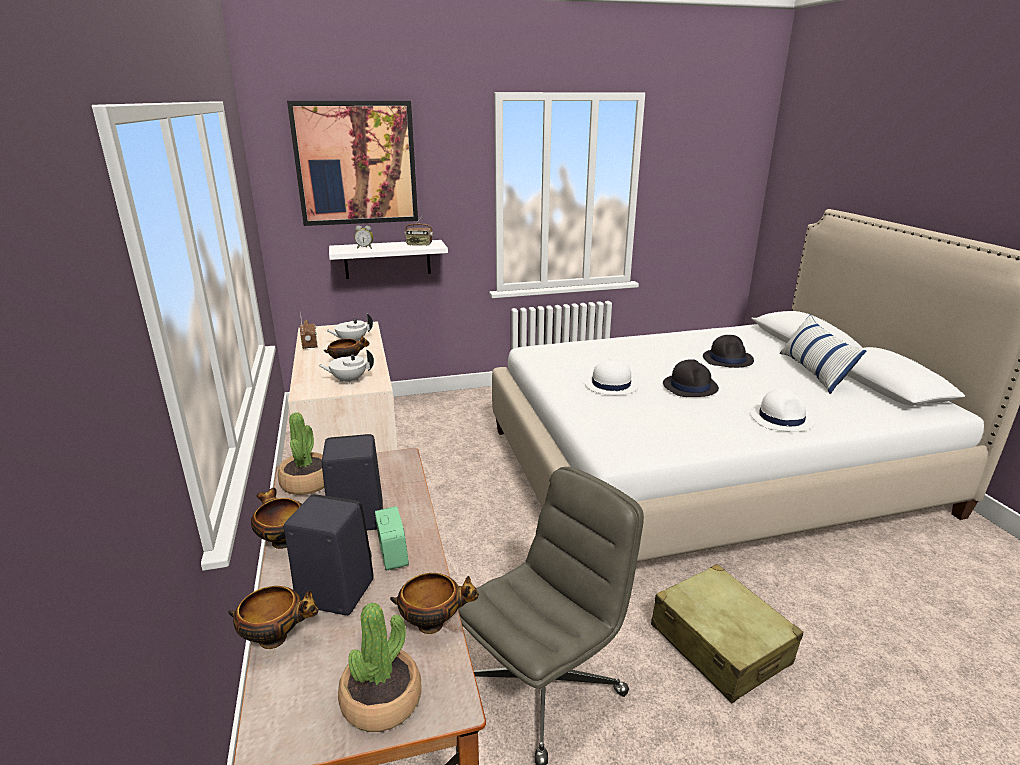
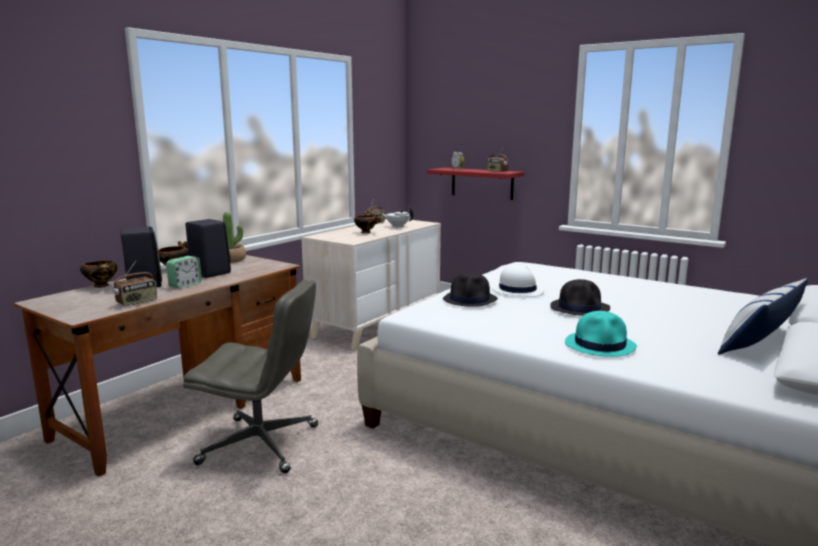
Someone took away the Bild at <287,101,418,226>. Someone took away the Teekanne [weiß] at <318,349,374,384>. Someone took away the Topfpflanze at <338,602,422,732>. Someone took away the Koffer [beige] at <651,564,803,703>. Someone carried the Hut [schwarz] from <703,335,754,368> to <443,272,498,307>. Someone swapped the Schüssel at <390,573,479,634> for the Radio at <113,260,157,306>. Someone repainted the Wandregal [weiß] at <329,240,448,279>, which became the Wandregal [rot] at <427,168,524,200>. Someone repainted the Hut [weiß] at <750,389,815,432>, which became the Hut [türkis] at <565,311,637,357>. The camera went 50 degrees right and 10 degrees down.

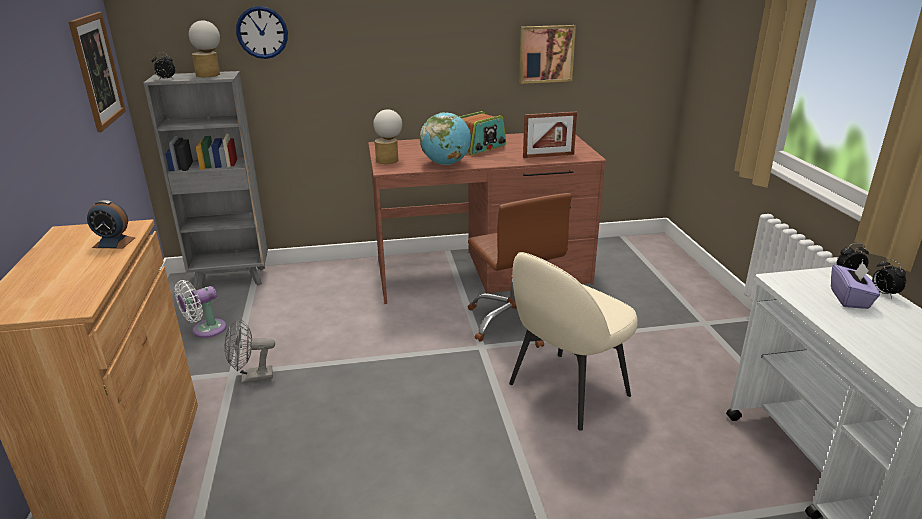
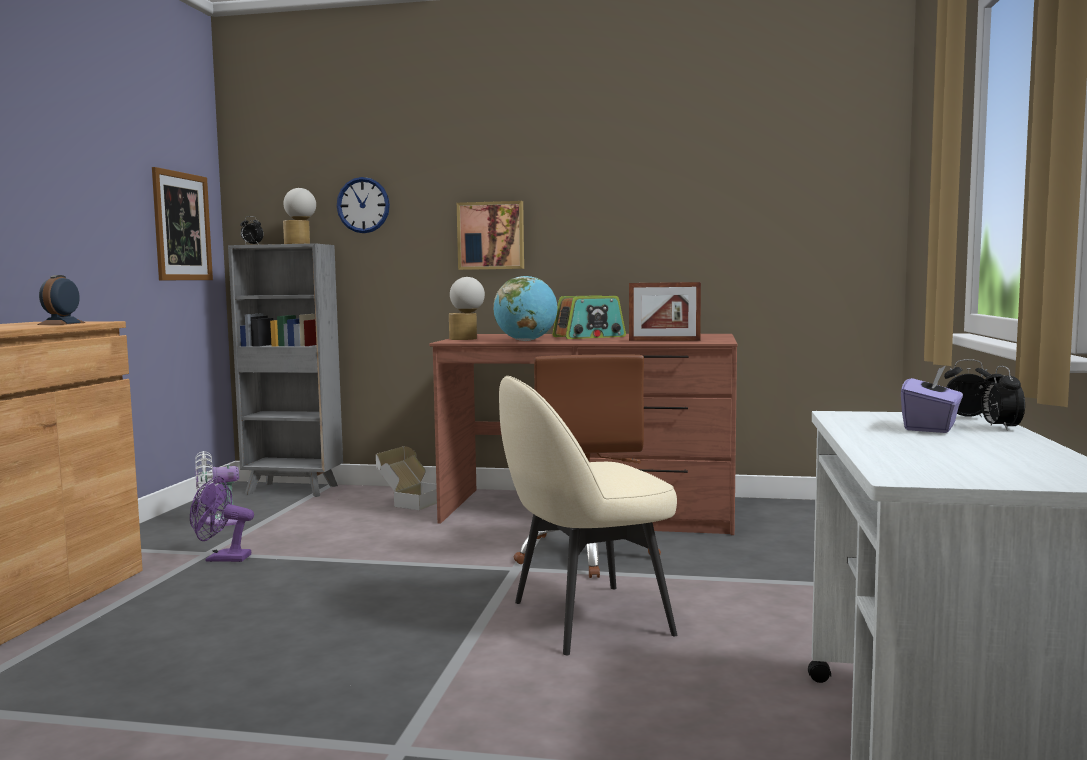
Someone put down the Karton at <376,446,437,510>. Someone carried the Bild from <519,25,576,84> to <457,201,524,270>. Someone repainted the Ventilator [grau] at <224,318,275,384>, which became the Ventilator [lila] at <190,476,254,562>. Someone rotated the Wecker at <87,200,135,249> by 75 degrees clockwise. The camera went 20 degrees right and 20 degrees down.

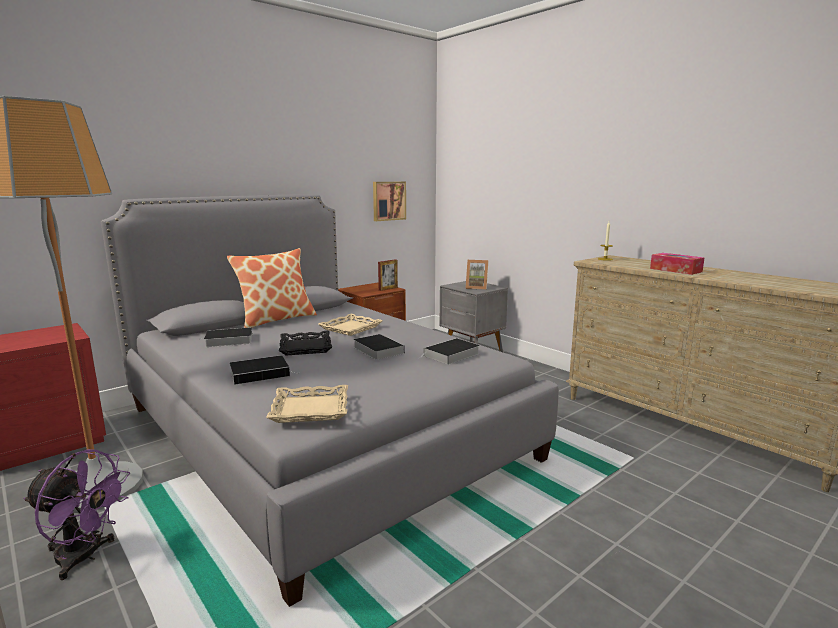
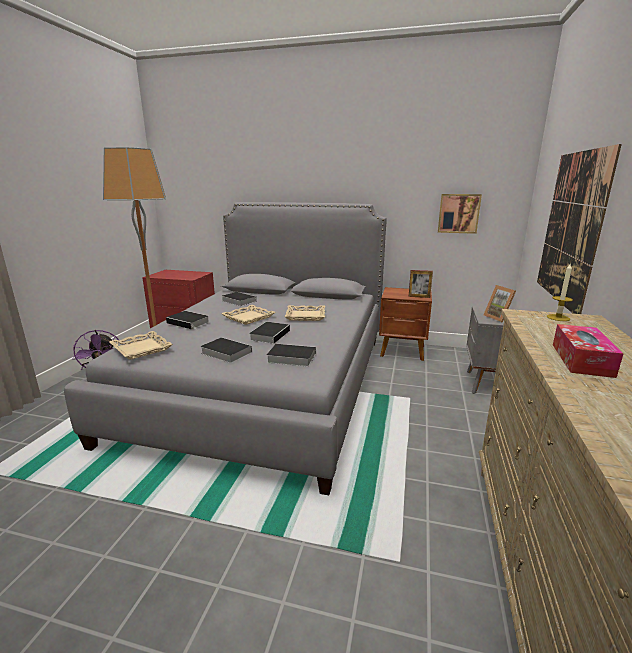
Someone took away the Kissen at <227,248,317,328>. Someone put down the Buch at <200,337,252,363>. Someone put up the Bild at <537,144,622,314>. Someone repainted the Tablett [schwarz] at <279,331,332,356>, which became the Tablett [beige] at <221,305,275,325>. The camera went 55 degrees right and 5 degrees up.

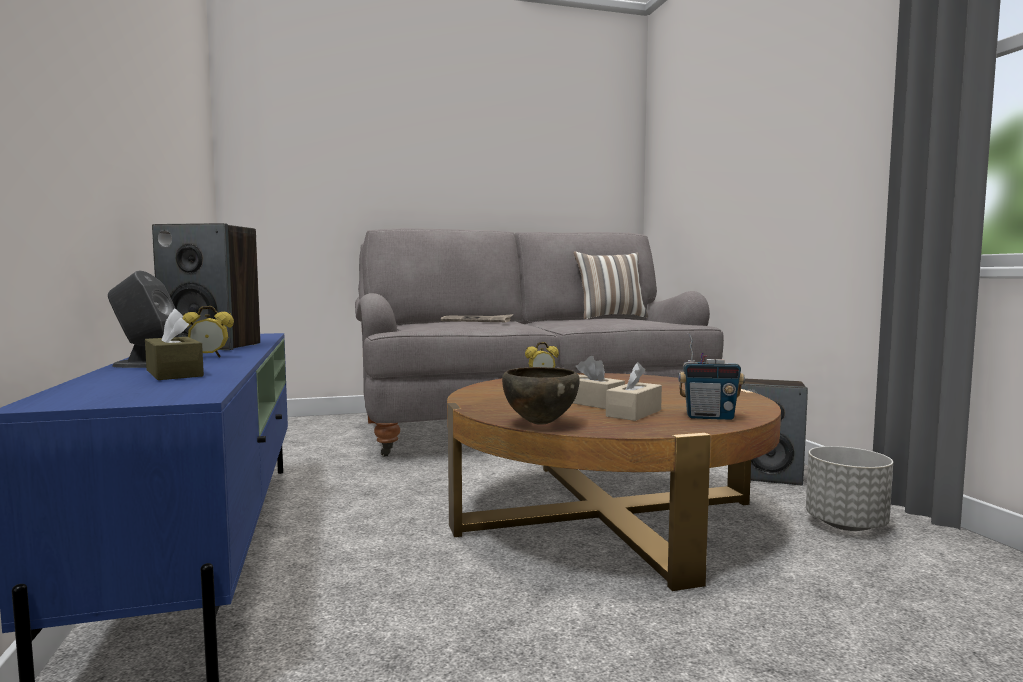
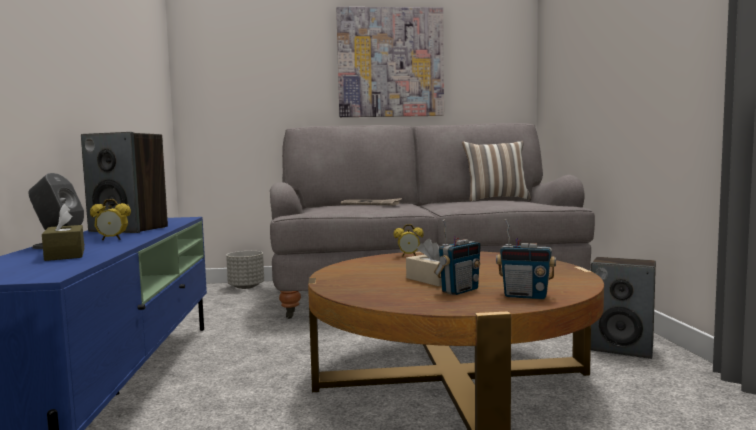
Someone took away the Schüssel [braun] at <502,367,580,425>. Someone put up the Bild at <336,7,444,117>. Someone carried the Pflanzkübel [grau] from <806,446,893,531> to <226,251,264,289>. Someone swapped the Taschentuchbox [beige] at <606,362,662,421> for the Radio at <434,219,481,295>. The camera went 10 degrees right and 0 degrees up.

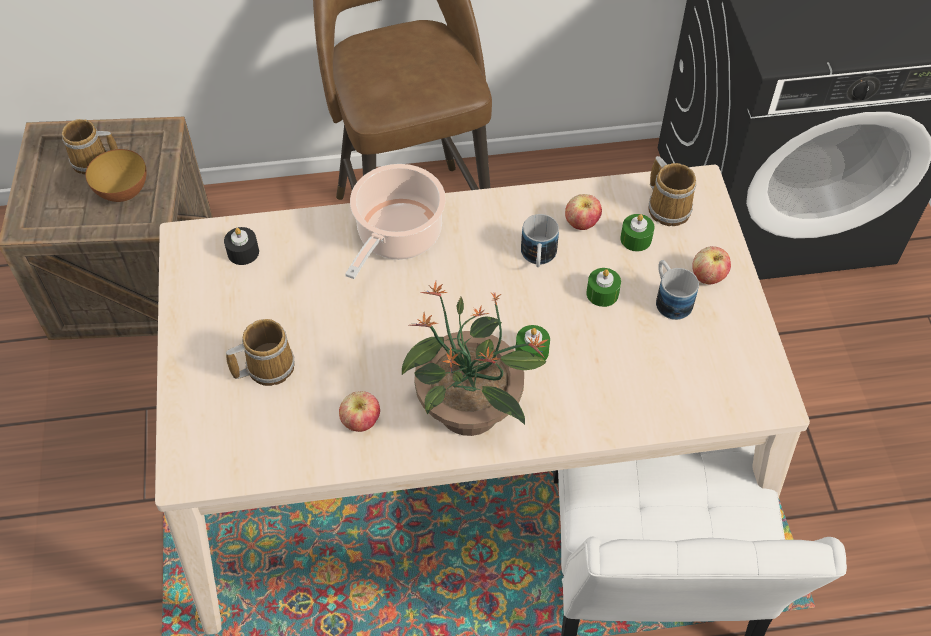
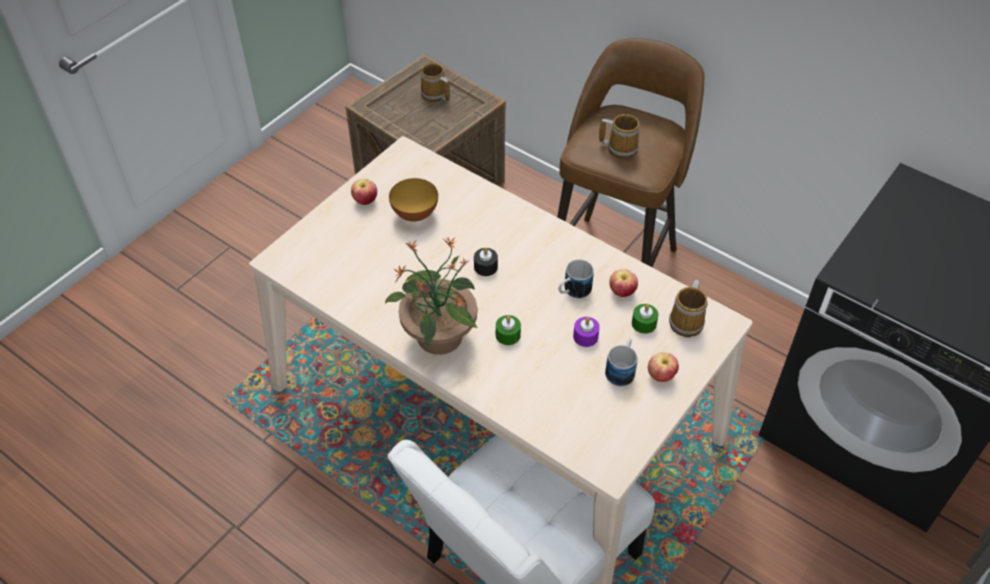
Someone took away the Kochtopf at <345,164,446,279>. Someone carried the Schüssel from <86,149,147,202> to <389,178,438,221>. Someone carried the Kerze [schwarz] from <224,227,259,265> to <474,247,498,276>. Someone carried the Henkelbecher from <226,319,295,386> to <599,114,640,159>. Someone carried the Apfel from <339,391,380,432> to <351,179,377,205>. Someone repainted the Kerze [grün] at <586,268,621,307>, which became the Kerze [lila] at <573,317,600,347>. The camera went 45 degrees right and 5 degrees down.

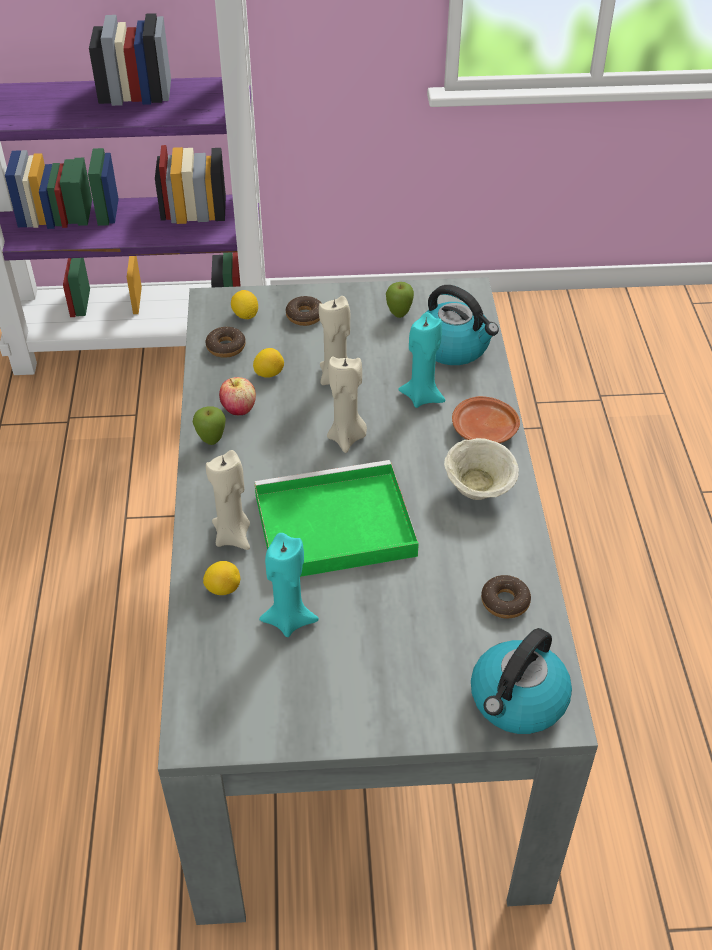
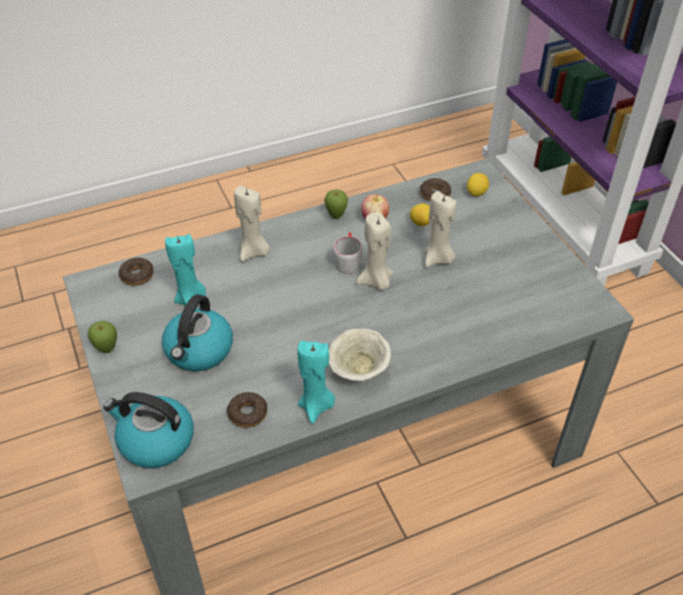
Someone took away the Zitrone at <203,561,240,595>. Someone took away the Tablett [grün] at <255,460,419,577>. Someone took away the Teller [braun] at <452,396,520,443>. Someone put down the Henkelbecher [grau] at <333,232,363,274>. Someone carried the Donut from <286,296,321,326> to <119,258,154,286>. Someone carried the Apfel from <386,282,414,318> to <88,321,117,353>. Someone carried the Kerze [türkis] from <398,312,445,408> to <297,341,335,424>. Someone carried the Wasserkessel from <425,285,499,365> to <162,294,233,371>. The camera went 70 degrees right and 0 degrees up.

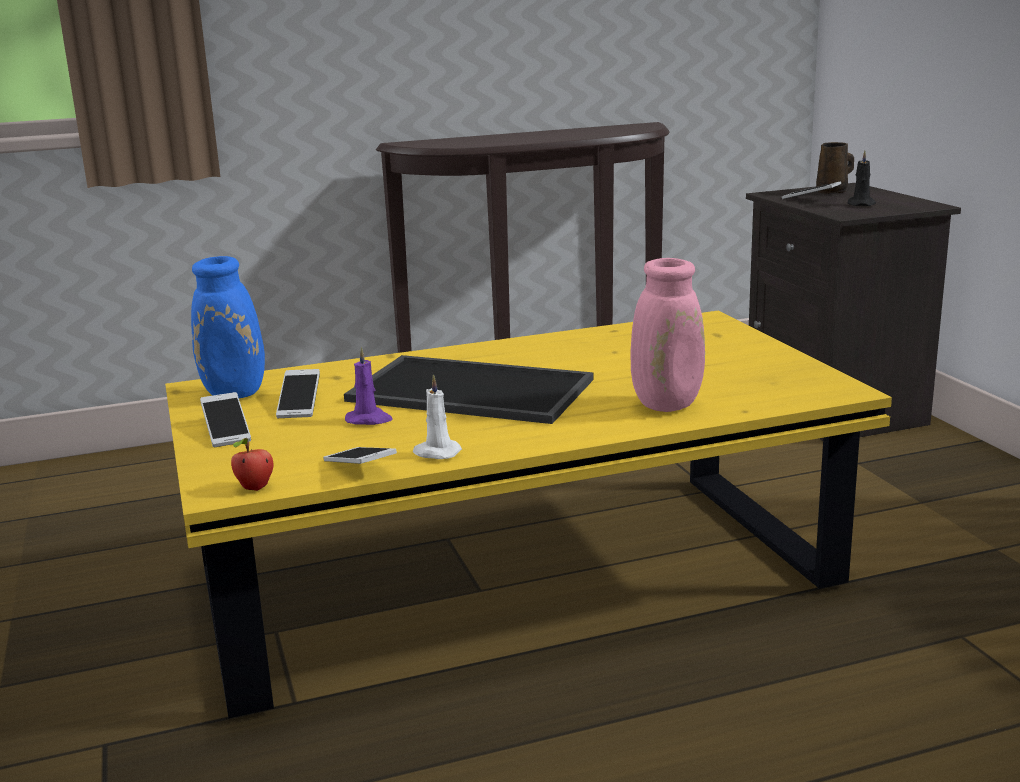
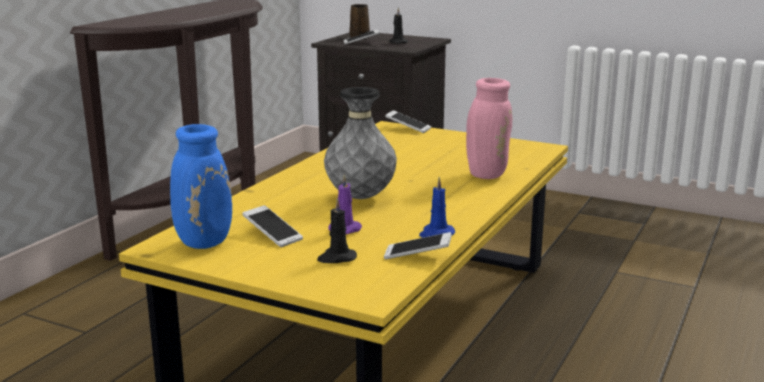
Someone took away the Apfel at <231,438,273,491>. Someone put down the Kerze [schwarz] at <317,198,357,263>. Someone carried the Handy from <200,392,251,447> to <385,110,431,133>. Someone swapped the Tablett at <344,355,594,424> for the Vase [grau] at <324,87,397,199>. Someone repainted the Kerze [weiß] at <413,374,462,459>, which became the Kerze [blau] at <419,177,455,238>. The camera went 45 degrees left and 0 degrees up.

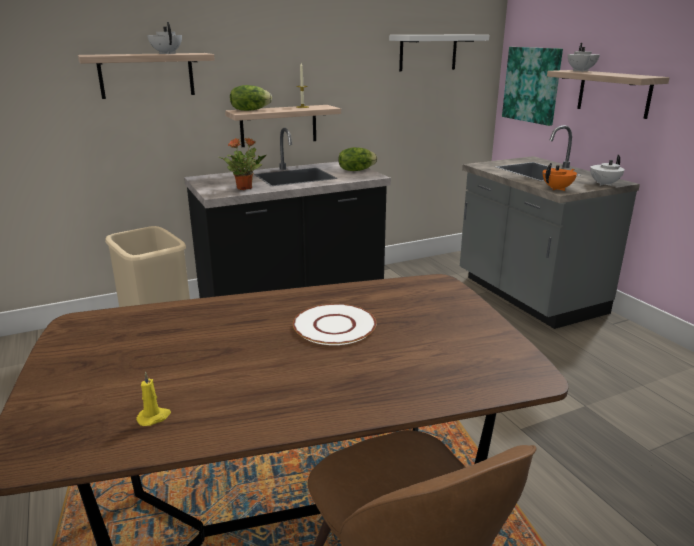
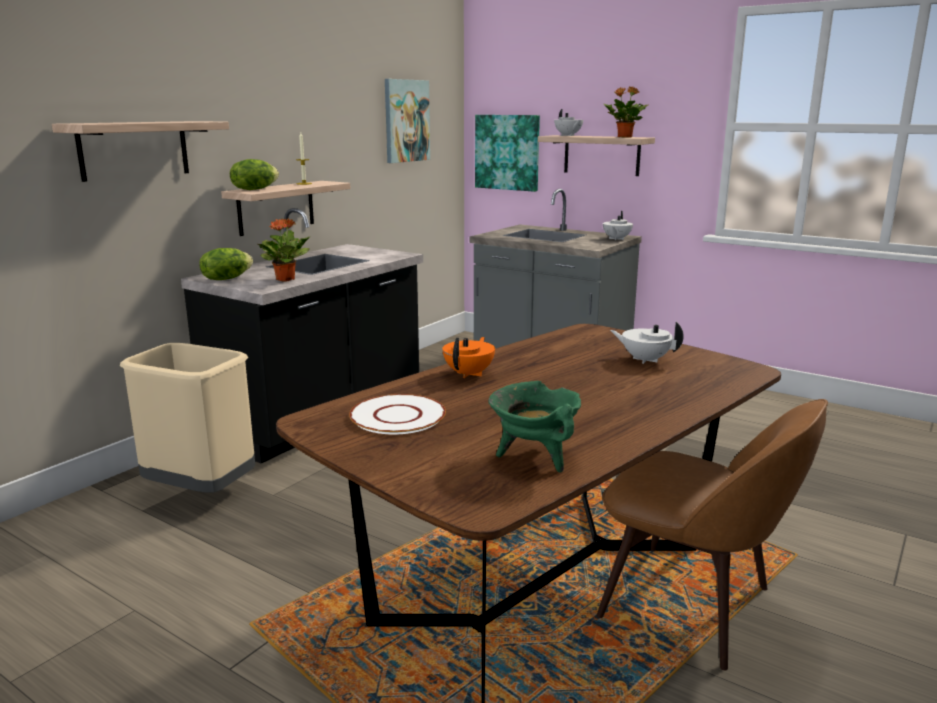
Someone put down the Topfpflanze at <604,87,648,138>. Someone carried the Teekanne [weiß] from <147,22,182,54> to <610,322,684,364>. Someone carried the Teller [weiß] from <293,304,377,345> to <349,394,446,435>. Someone carried the Salatkopf from <338,147,377,171> to <199,248,253,280>. Someone carried the Teekanne [orange] from <543,163,577,191> to <442,337,495,378>. Someone swapped the Kerze [gelb] at <136,372,171,426> for the Kochtopf [grün] at <488,381,581,473>. Someone swapped the Wandregal [weiß] at <389,35,489,71> for the Bild at <385,79,430,163>. The camera went 30 degrees left and 5 degrees down.

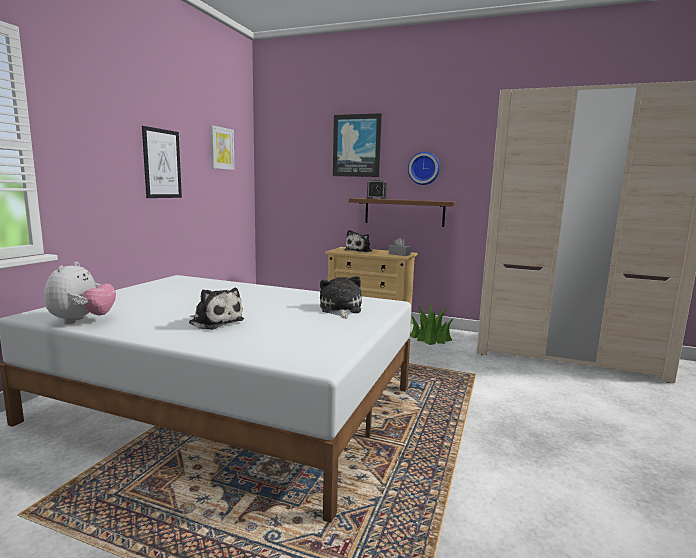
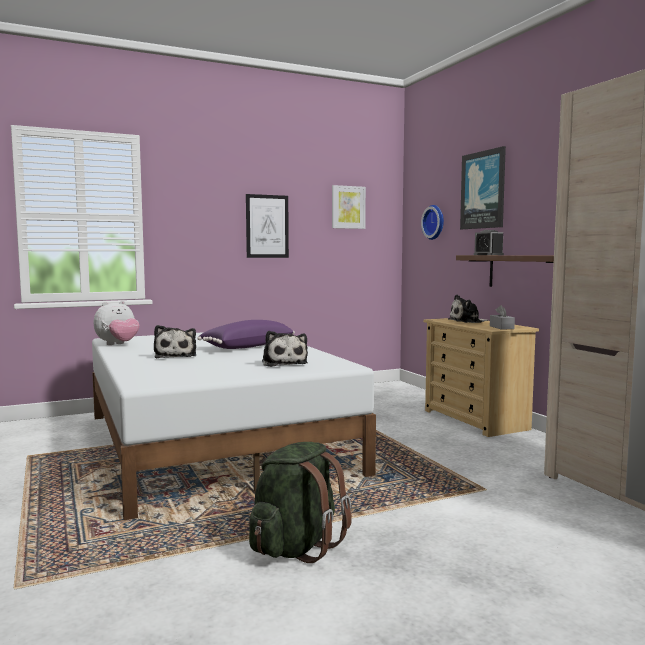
Someone took away the Topfpflanze at <410,305,453,345>. Someone put down the Kissen [lila] at <198,320,295,349>. Someone put down the Rucksack [grün] at <249,442,352,563>. Someone carried the Wanduhr from <408,152,440,185> to <421,205,444,240>. Someone rotated the Plüschtier at <320,276,362,319> by 120 degrees clockwise. The camera went 45 degrees right and 5 degrees down.

